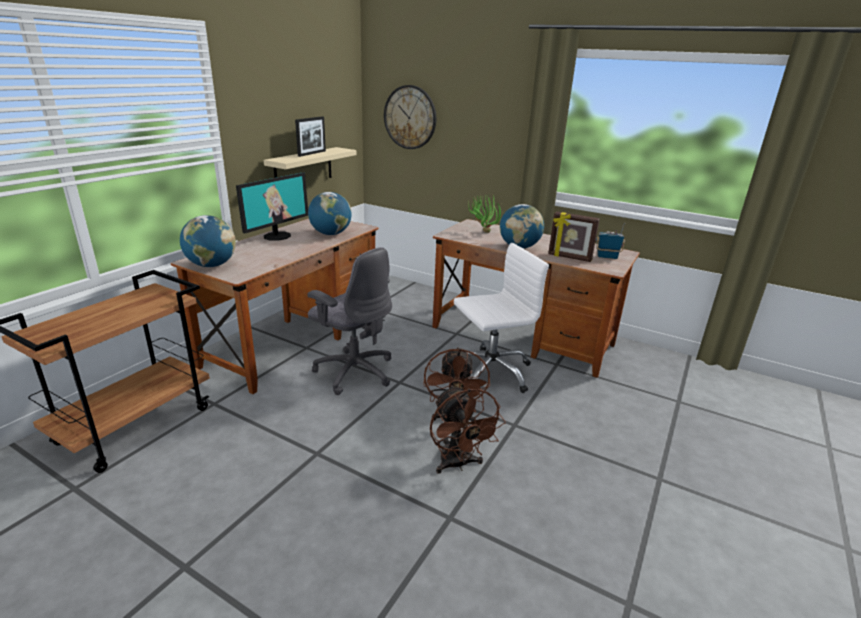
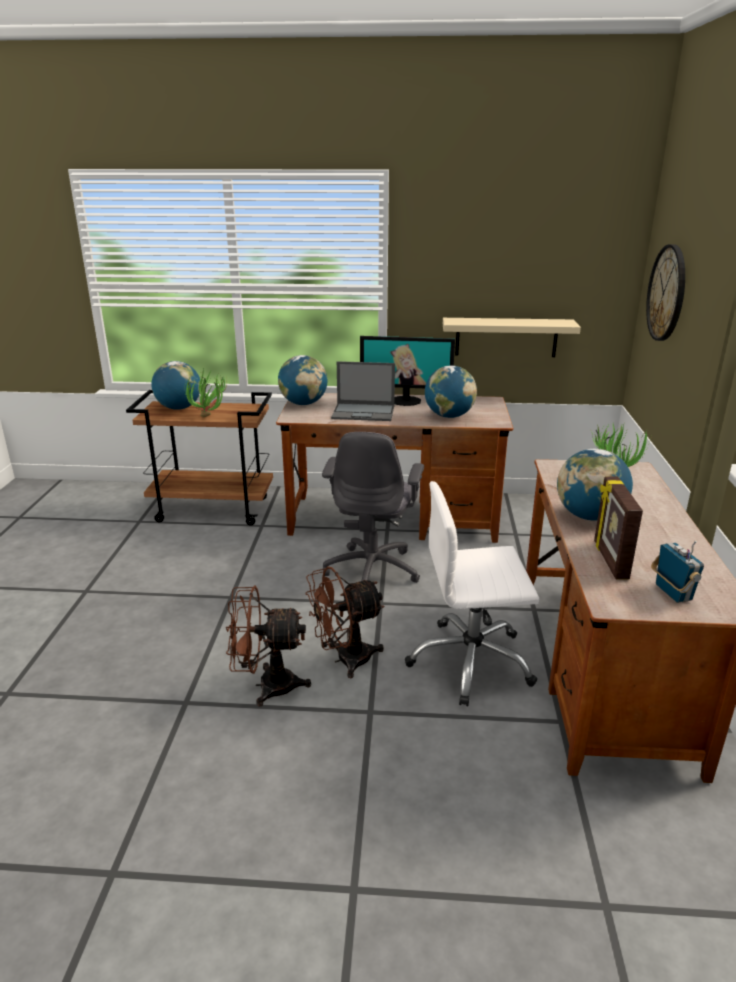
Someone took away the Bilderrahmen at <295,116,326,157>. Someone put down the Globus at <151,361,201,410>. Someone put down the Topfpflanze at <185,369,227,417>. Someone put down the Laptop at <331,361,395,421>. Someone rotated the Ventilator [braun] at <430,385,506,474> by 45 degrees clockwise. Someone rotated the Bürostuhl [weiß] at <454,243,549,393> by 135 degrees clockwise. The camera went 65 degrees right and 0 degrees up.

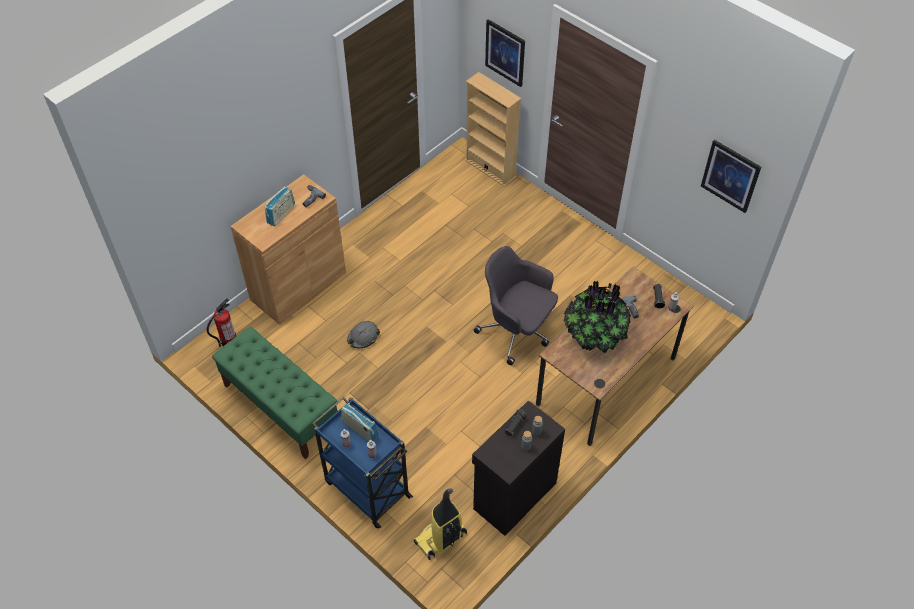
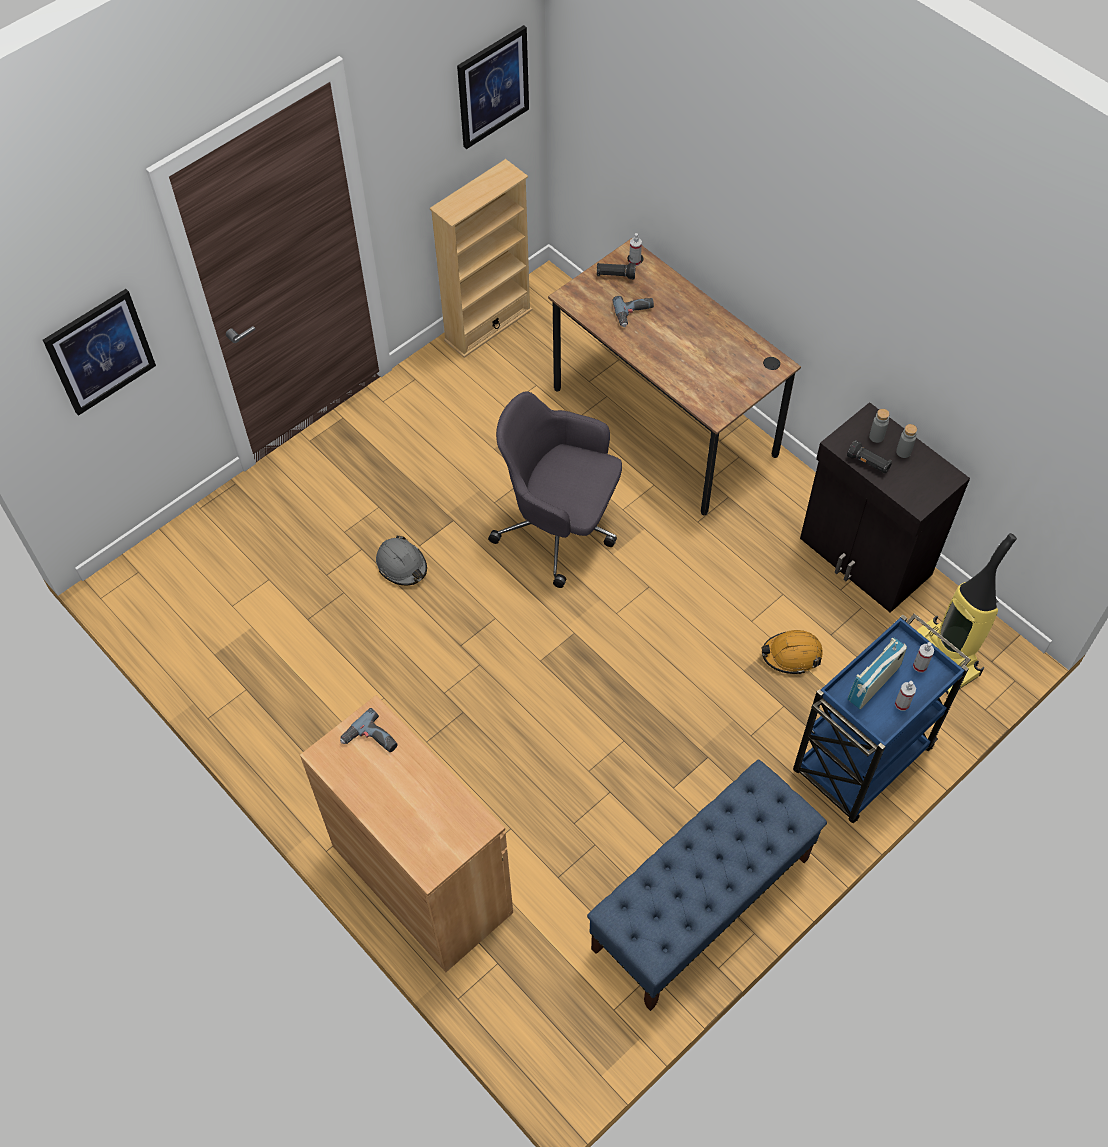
Someone took away the Feuerlöscher at <207,298,236,347>. Someone took away the Radio at <265,186,295,226>. Someone took away the Topfpflanze at <564,281,631,353>. Someone put down the Schutzhelm [orange] at <761,630,823,674>. Someone carried the Schutzhelm [grau] from <347,321,380,348> to <376,536,427,586>. Someone carried the Bücherregal [beige] from <465,72,521,187> to <430,159,532,358>. Someone repainted the Bank [grün] at <212,326,337,459>, which became the Bank [blau] at <587,759,827,1011>. Someone rotated the Bürostuhl [grau] at <474,246,558,365> by 75 degrees clockwise. The camera went 85 degrees left and 5 degrees up.

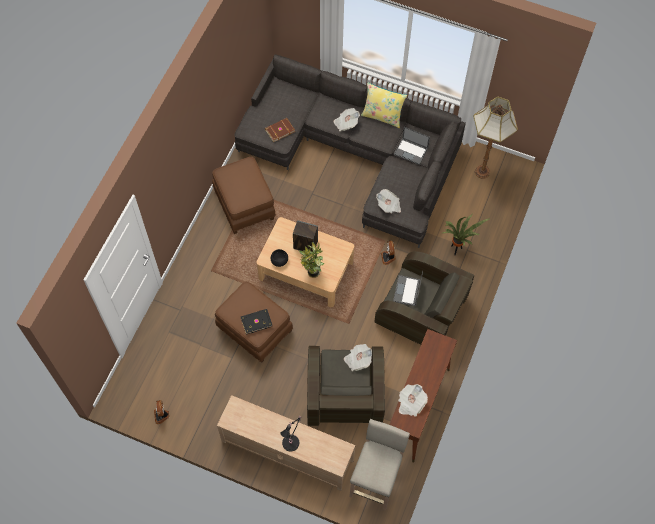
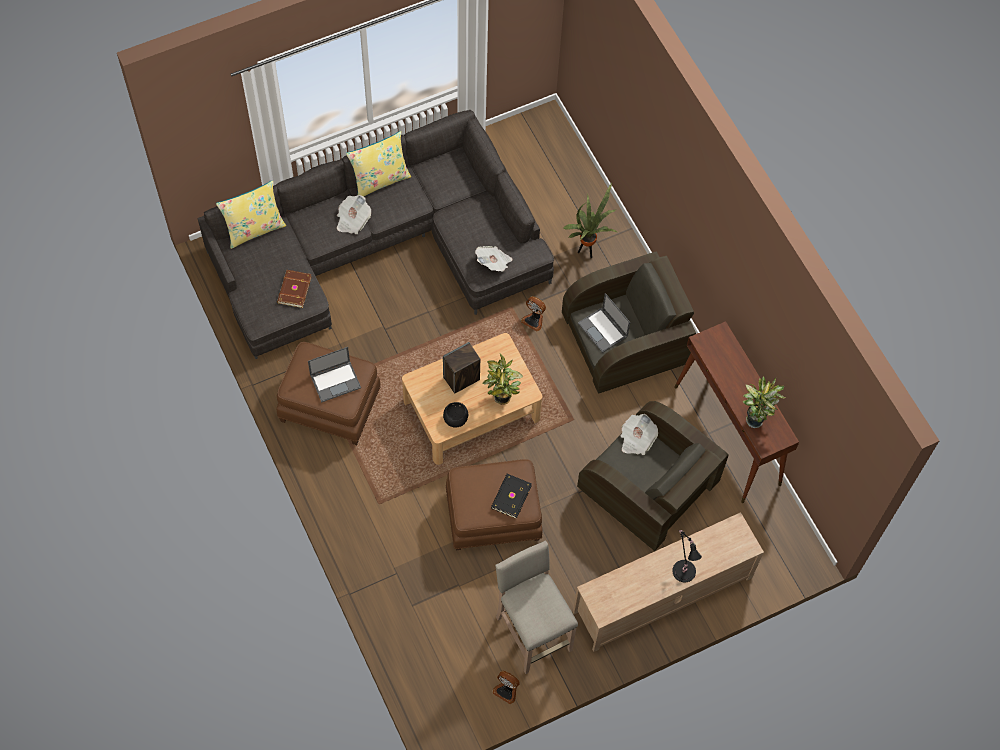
Someone took away the Stehlampe at <473,97,518,179>. Someone put down the Kissen [gelb] at <216,180,286,249>. Someone carried the Hocker [beige] from <349,419,410,511> to <495,541,578,674>. Someone carried the Laptop from <394,127,430,165> to <308,347,361,403>. Someone swapped the Zeitung at <398,384,428,416> for the Topfpflanze at <743,377,786,428>. The camera went 50 degrees left and 0 degrees up.

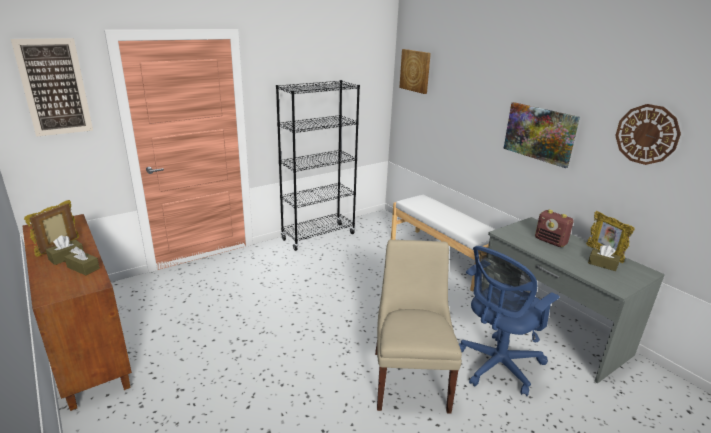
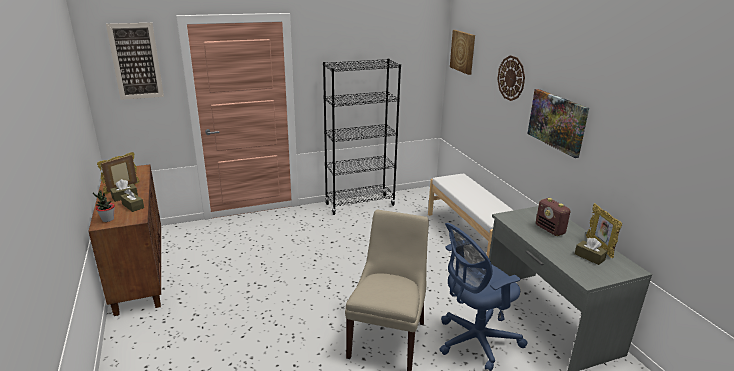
Someone put down the Topfpflanze at <93,190,115,222>. Someone carried the Wanduhr from <615,104,681,165> to <497,55,525,101>. The camera went 15 degrees right and 0 degrees up.

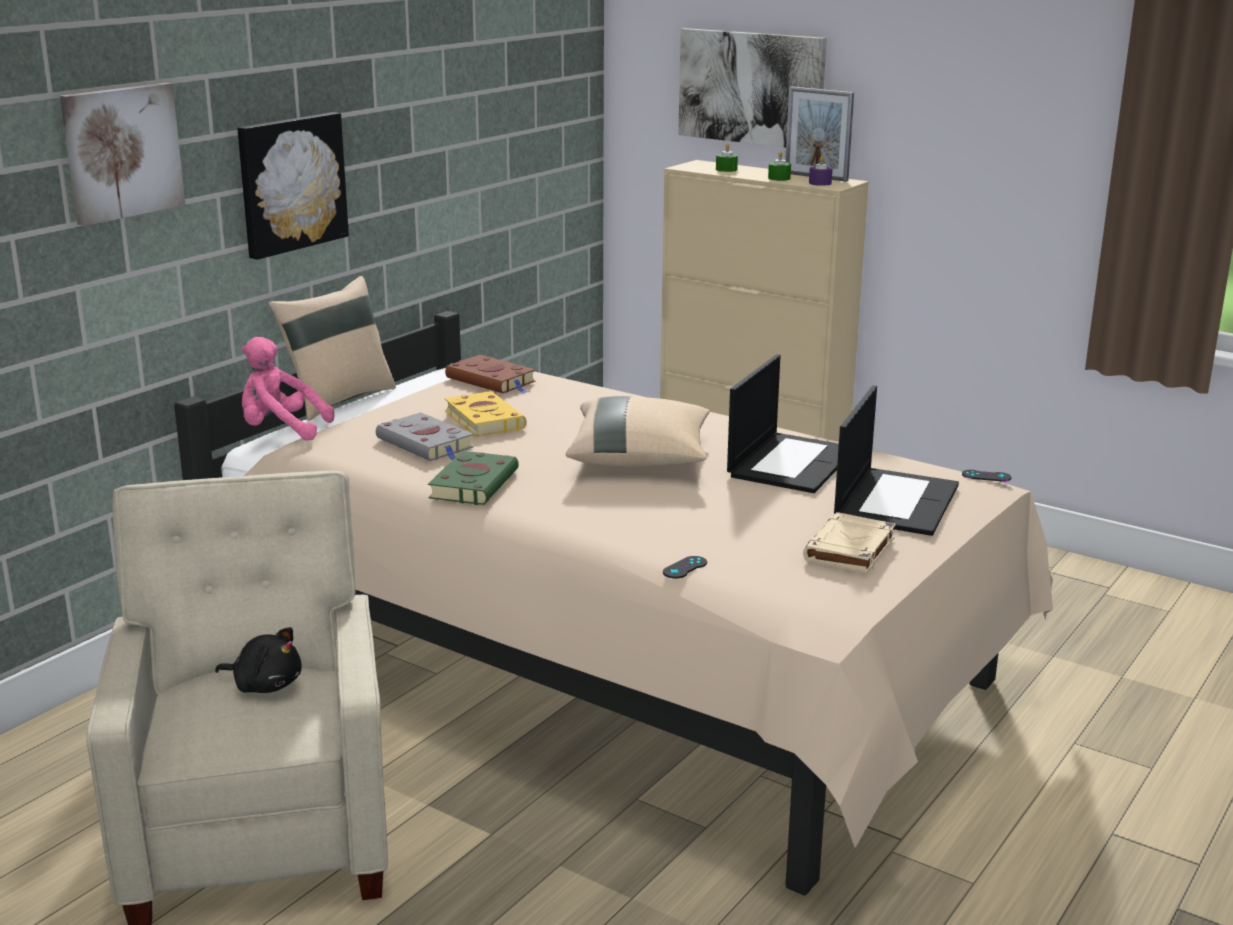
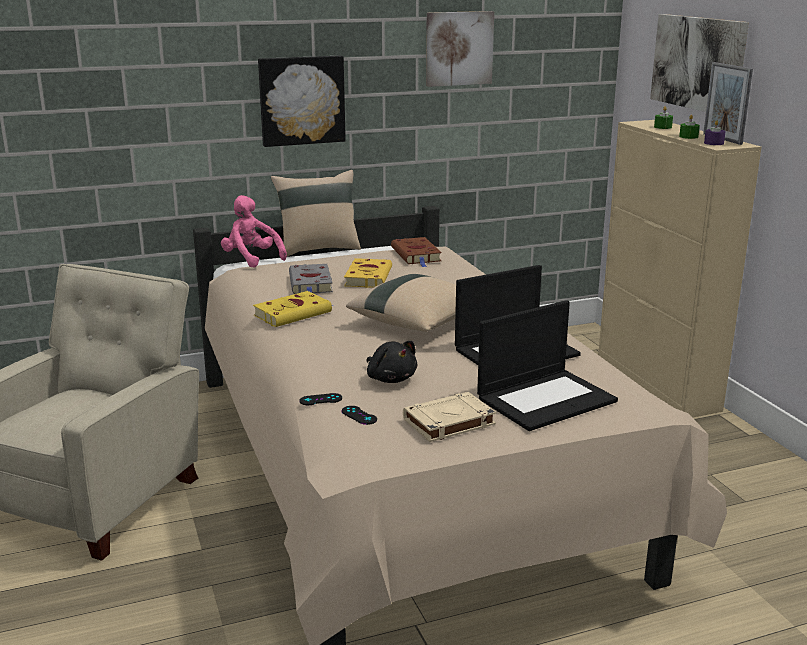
Someone carried the Bild from <60,83,185,226> to <426,11,494,87>. Someone carried the Plüschtier [schwarz] from <215,627,302,693> to <366,341,417,383>. Someone carried the Gamepad [schwarz] from <962,470,1011,482> to <342,406,377,425>. Someone repainted the Buch [grün] at <428,451,519,505>, which became the Buch [gelb] at <253,291,334,327>. The camera went 35 degrees right and 0 degrees up.

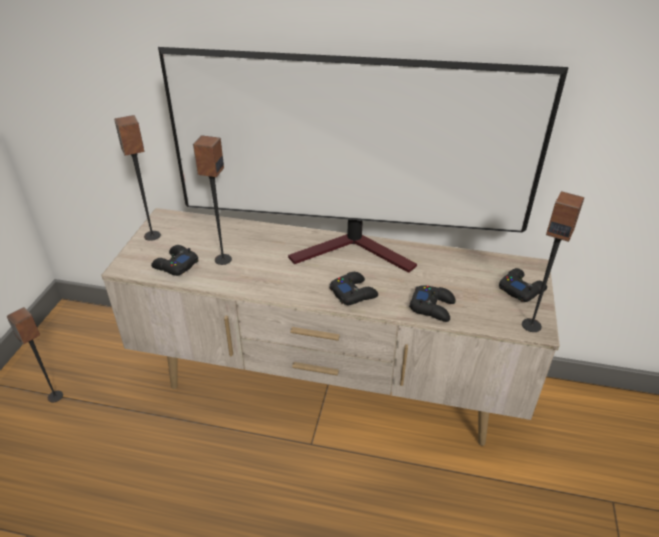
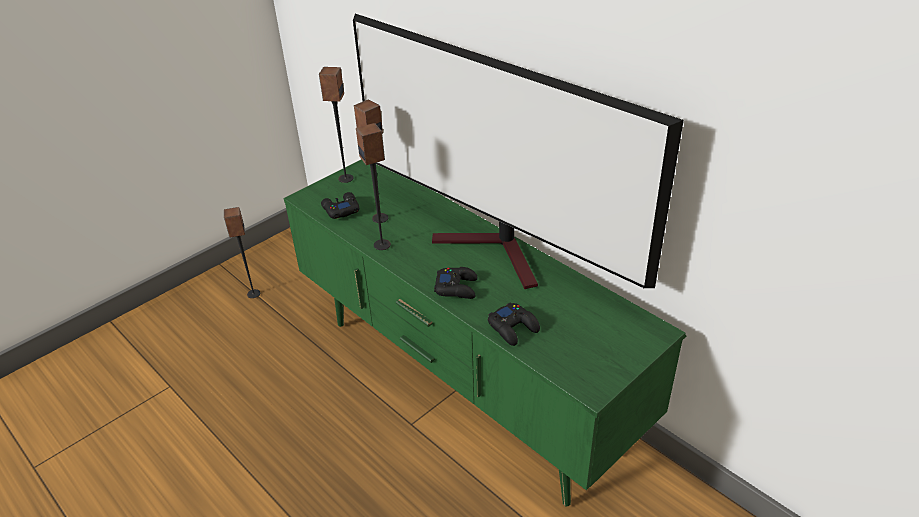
Someone took away the Gamepad [schwarz] at <499,268,547,302>. Someone carried the Lautsprecher from <522,191,584,332> to <356,123,391,250>. Someone repainted the Fernsehschrank [beige] at <101,208,560,446>, which became the Fernsehschrank [grün] at <284,159,687,507>. The camera went 35 degrees right and 0 degrees up.

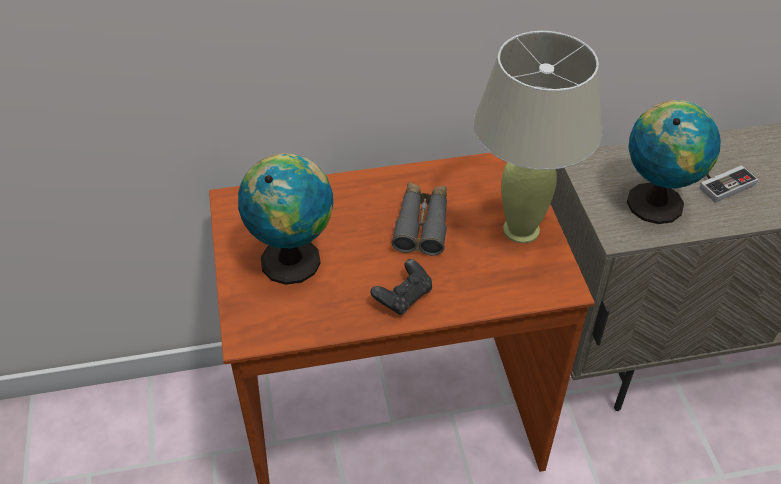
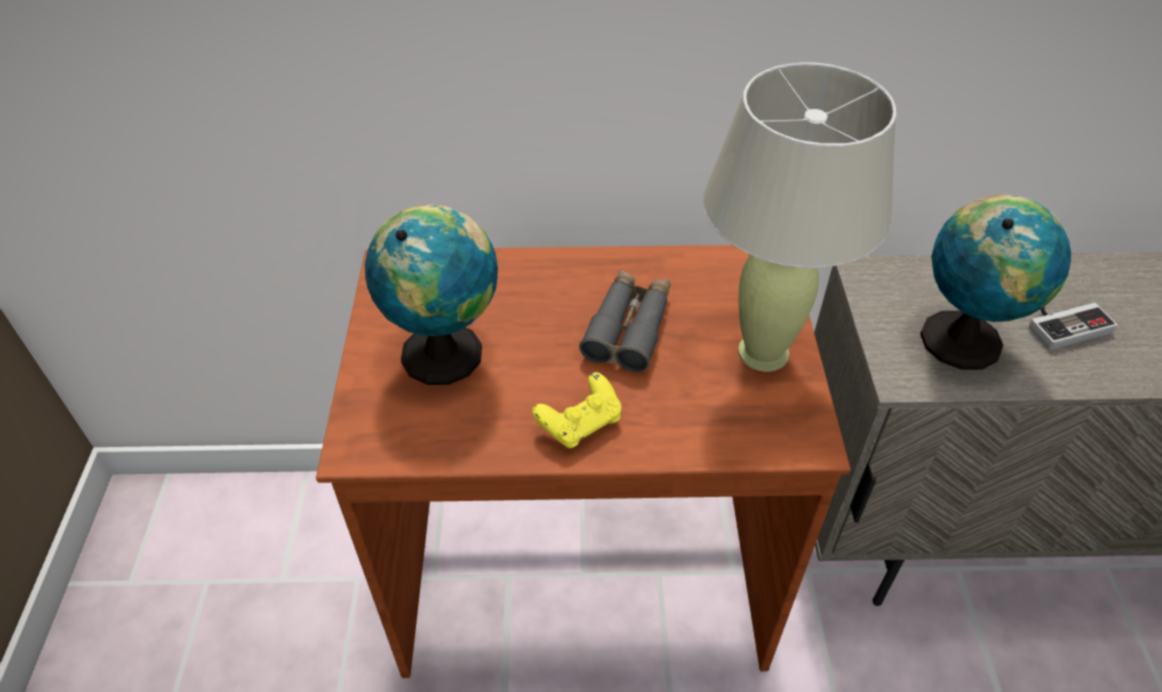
Someone repainted the Gamepad [schwarz] at <370,259,432,315>, which became the Gamepad [gelb] at <532,372,621,448>. The camera went 10 degrees right and 0 degrees up.

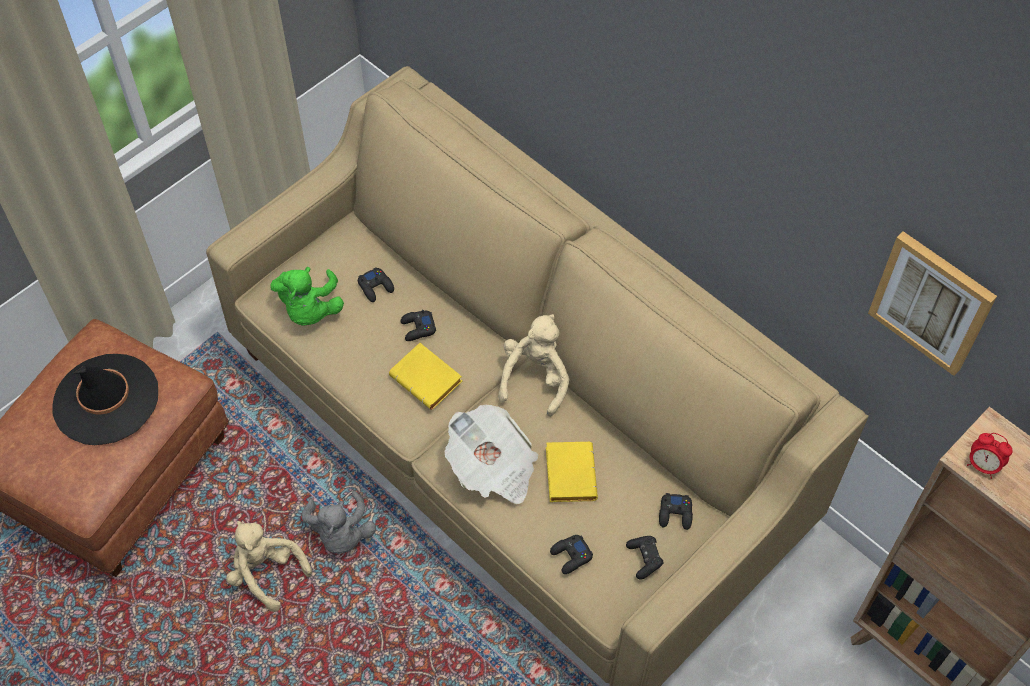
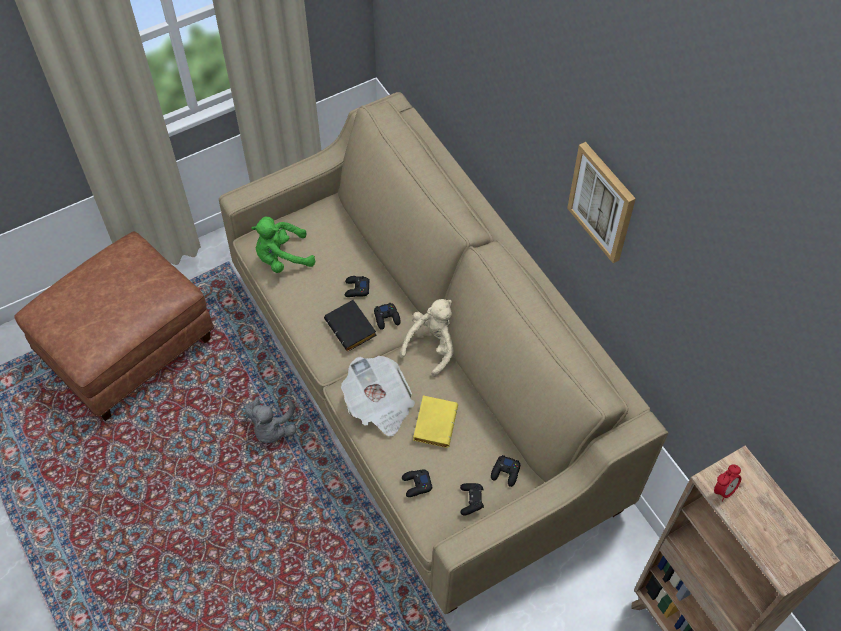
Someone took away the Hut [schwarz] at <52,354,158,445>. Someone took away the Plüschtier [beige] at <226,521,312,612>. Someone carried the Gamepad [schwarz] from <358,267,394,302> to <374,303,401,330>. Someone carried the Bild from <868,231,997,376> to <567,142,636,263>. Someone repainted the Buch [gelb] at <389,343,462,410>, which became the Buch [schwarz] at <324,300,377,351>. Someone rotated the Plüschtier [grün] at <270,267,344,326> by 60 degrees clockwise. Someone rotated the Wecker at <967,433,1013,479> by 90 degrees counterclockwise. The camera went 15 degrees right and 0 degrees up.

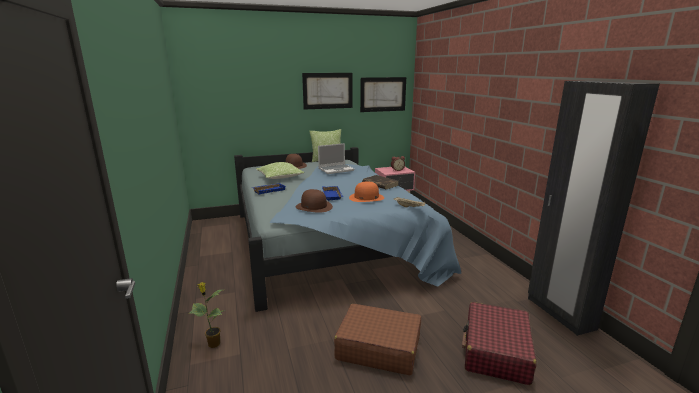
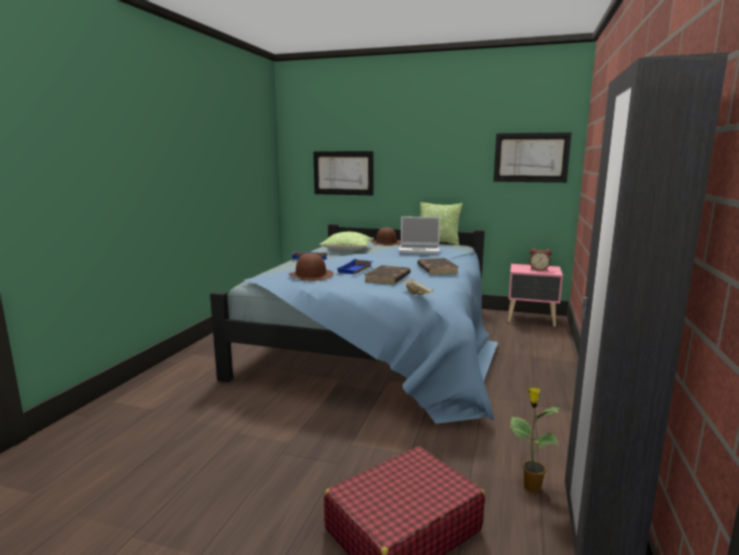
Someone took away the Koffer [braun] at <334,304,421,375>. Someone carried the Topfpflanze from <189,282,226,348> to <509,387,564,493>. Someone carried the Bild from <302,73,352,109> to <313,151,374,195>. Someone swapped the Hut [orange] at <349,182,384,202> for the Buch [braun] at <364,265,411,285>. The camera went 35 degrees right and 5 degrees down.

